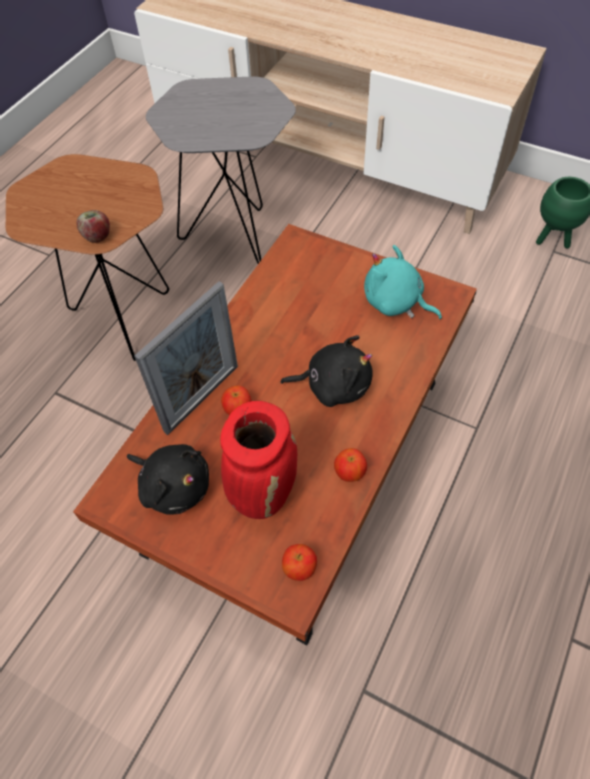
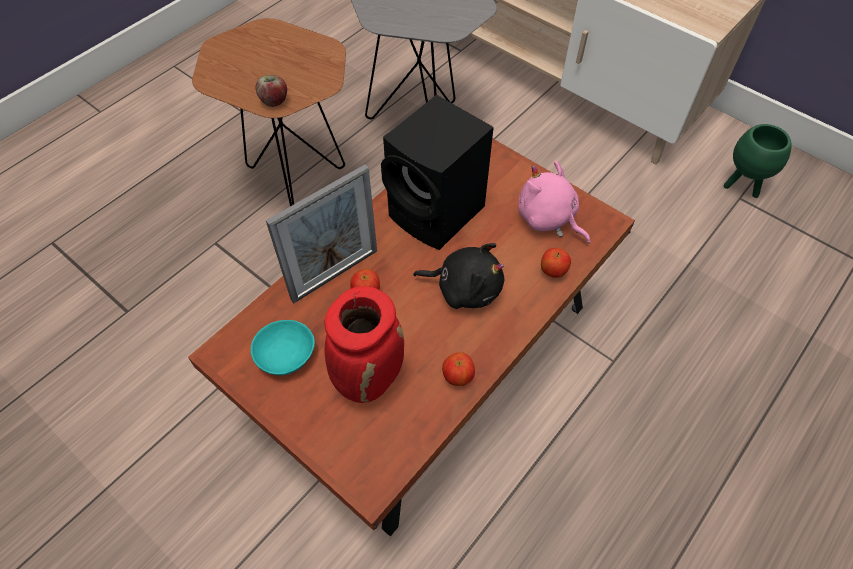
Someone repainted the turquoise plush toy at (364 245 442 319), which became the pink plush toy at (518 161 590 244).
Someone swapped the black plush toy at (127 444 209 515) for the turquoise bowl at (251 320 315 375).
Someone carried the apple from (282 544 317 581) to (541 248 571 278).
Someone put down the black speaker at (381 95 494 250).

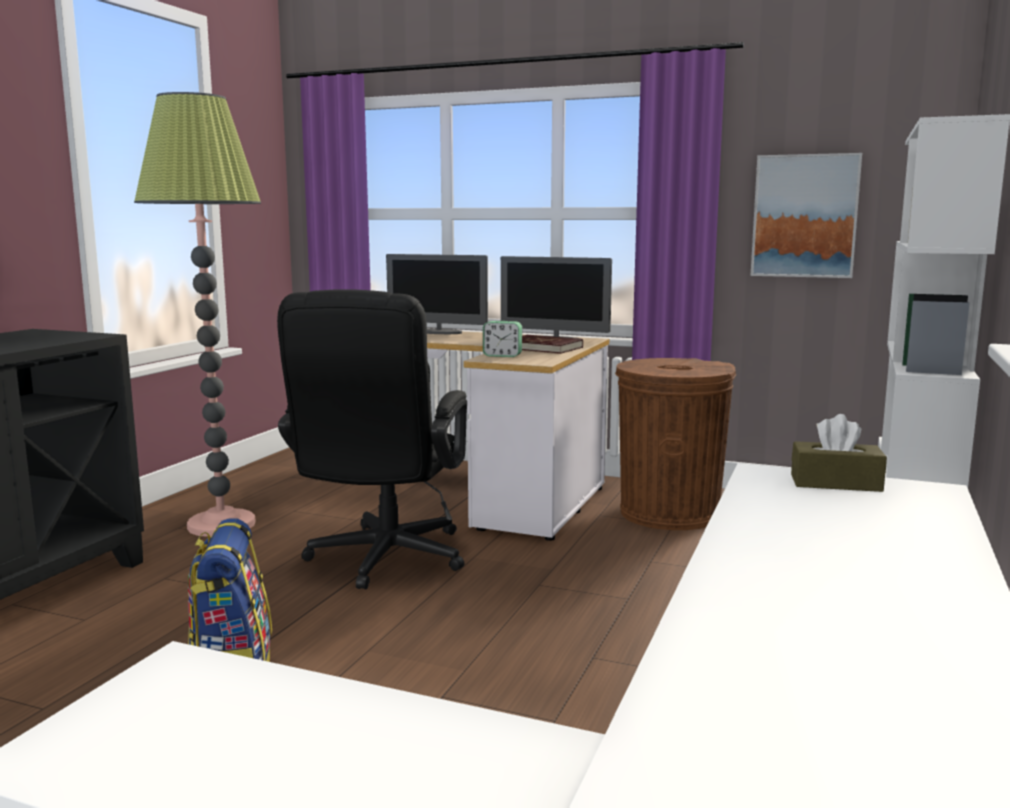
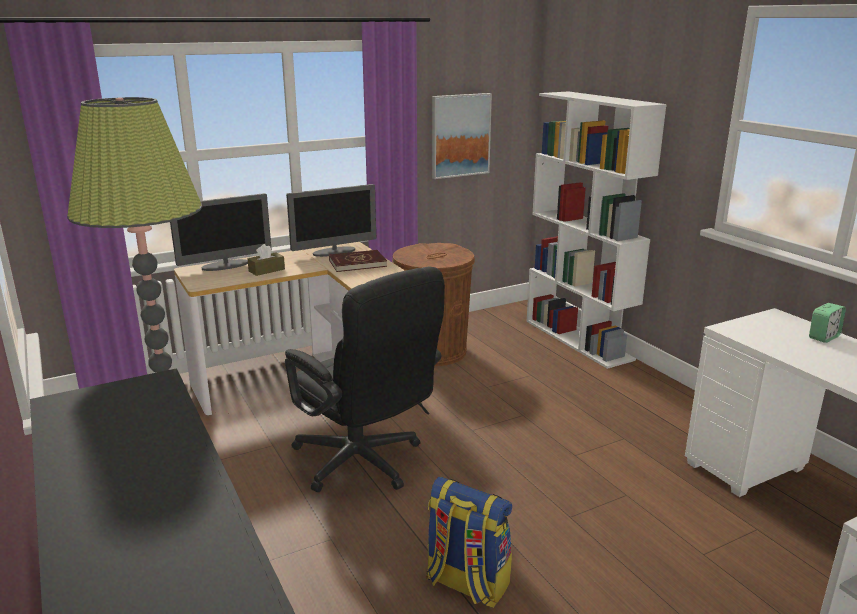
Someone carried the alarm clock from (483 321 522 357) to (809 303 846 343).
Someone carried the brown tissue box from (791 414 887 492) to (247 244 285 276).

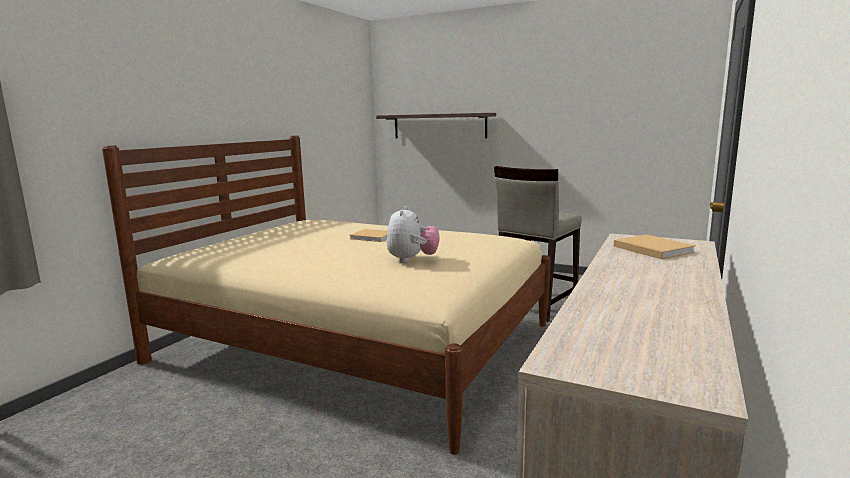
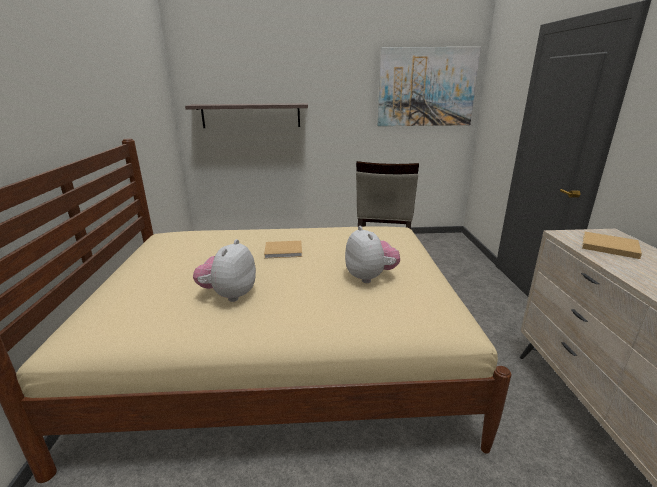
Someone put up the picture at (378 47 481 126).
Someone put down the plush toy at (193 239 256 302).

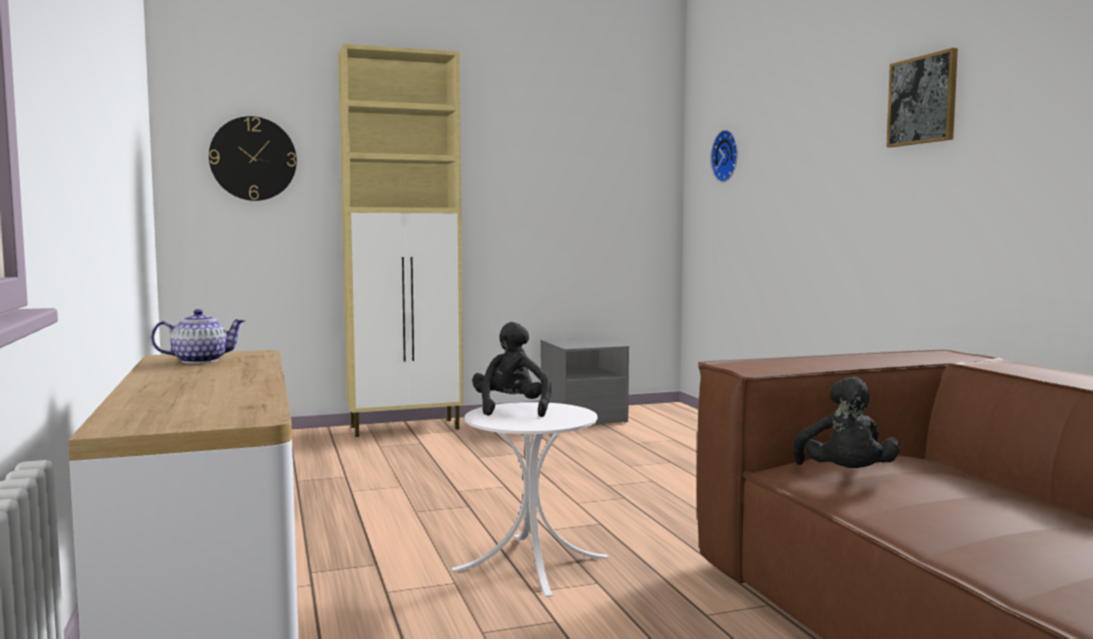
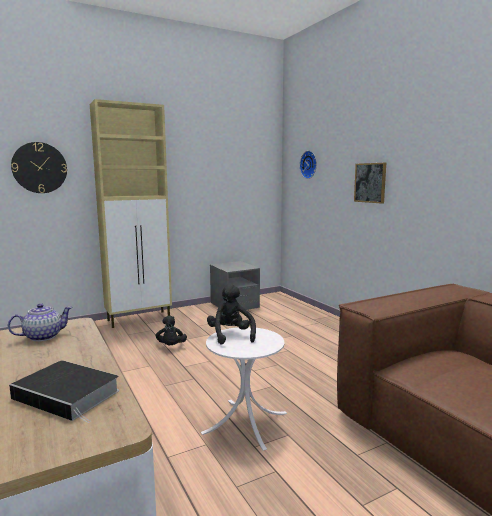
Someone carried the picture from (886 48 958 147) to (354 163 386 204).
Someone carried the black plush toy from (793 377 900 468) to (156 316 187 345).
Someone put down the book at (9 360 120 423).

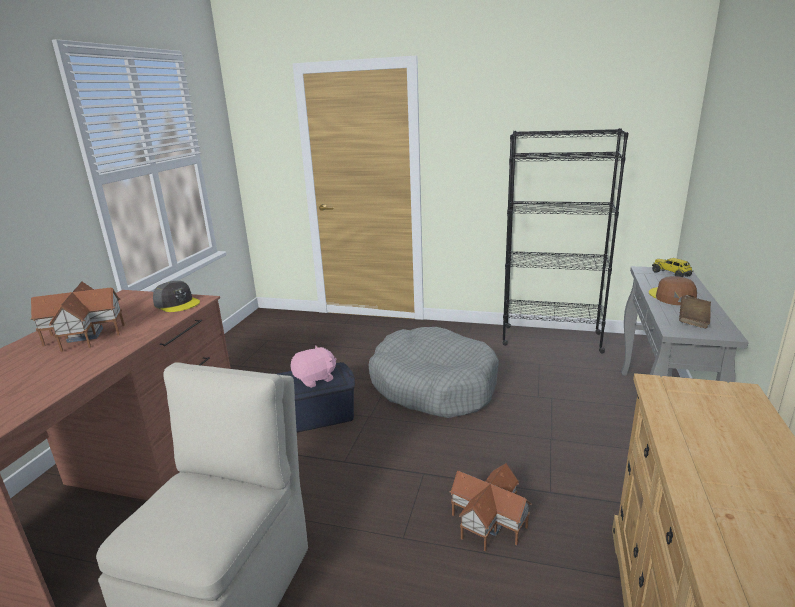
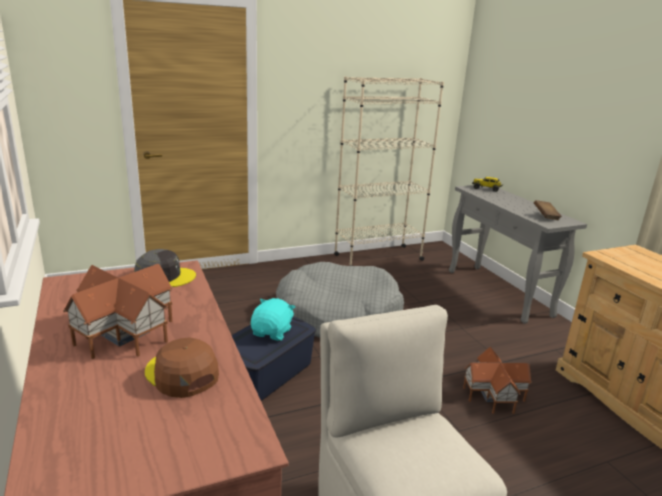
Someone repainted the black bookcase at (502 128 629 353), which became the beige bookcase at (334 76 444 266).
Someone carried the brown cap from (649 276 697 305) to (145 337 219 398).
Someone repainted the pink plush toy at (291 346 336 388), which became the turquoise plush toy at (251 298 295 341).

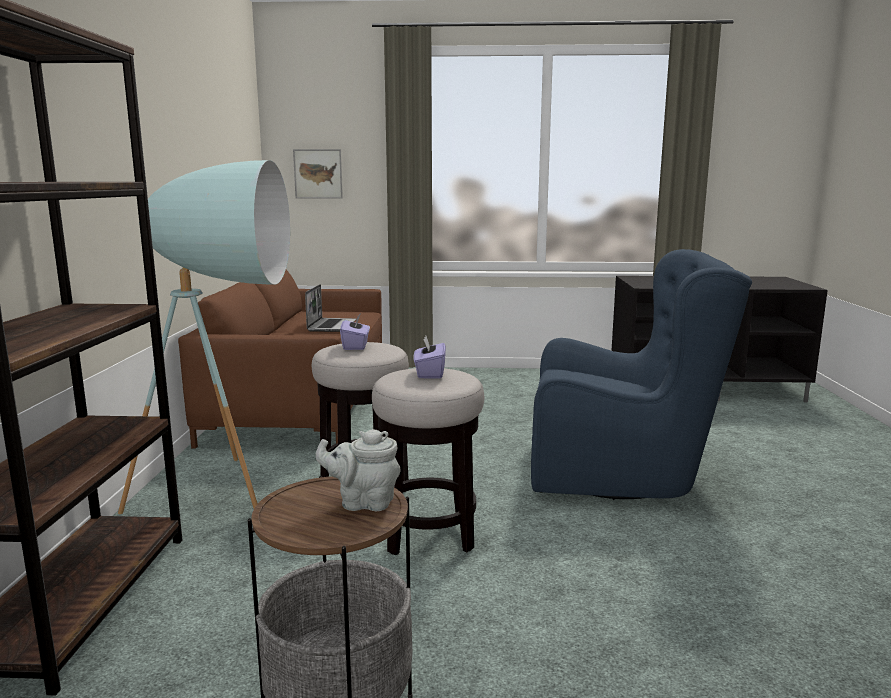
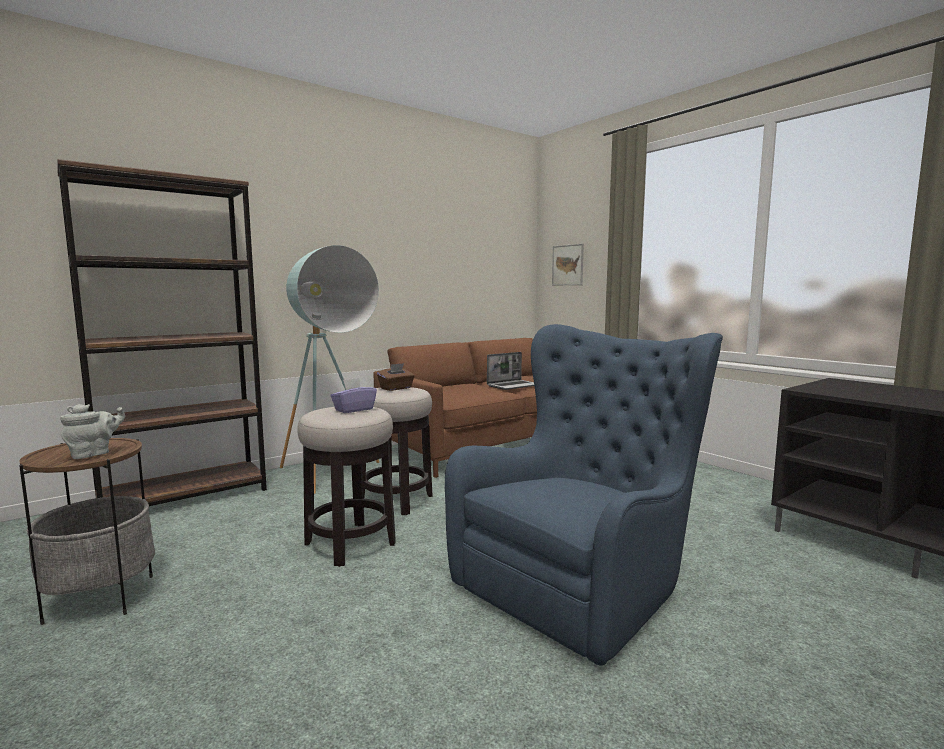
Someone rotated the blue armchair at (531 249 752 500) by 105 degrees counterclockwise.
Someone repainted the purple tissue box at (340 315 370 350), which became the brown tissue box at (377 363 415 391).
Someone rotated the grey teapot at (315 429 401 511) by 75 degrees clockwise.

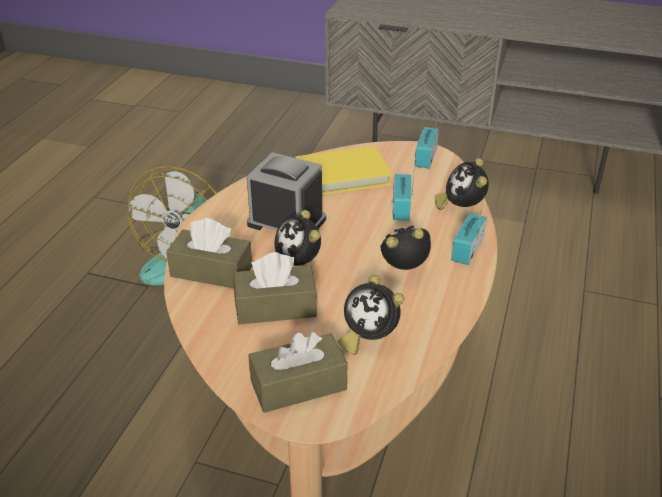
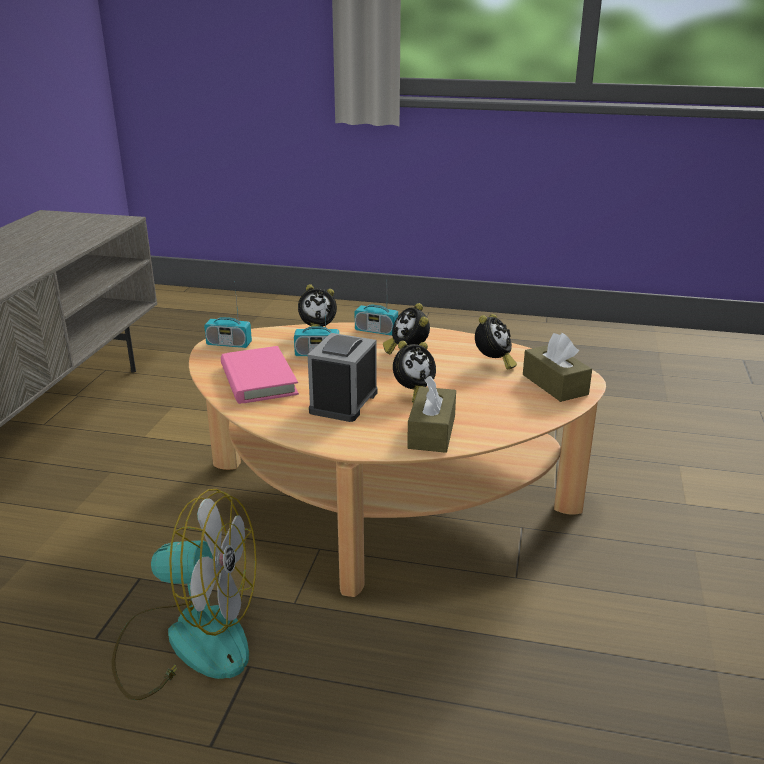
Someone repainted the yellow book at (295 146 392 195), which became the pink book at (221 346 299 404).
Someone took away the brown tissue box at (234 252 317 324).

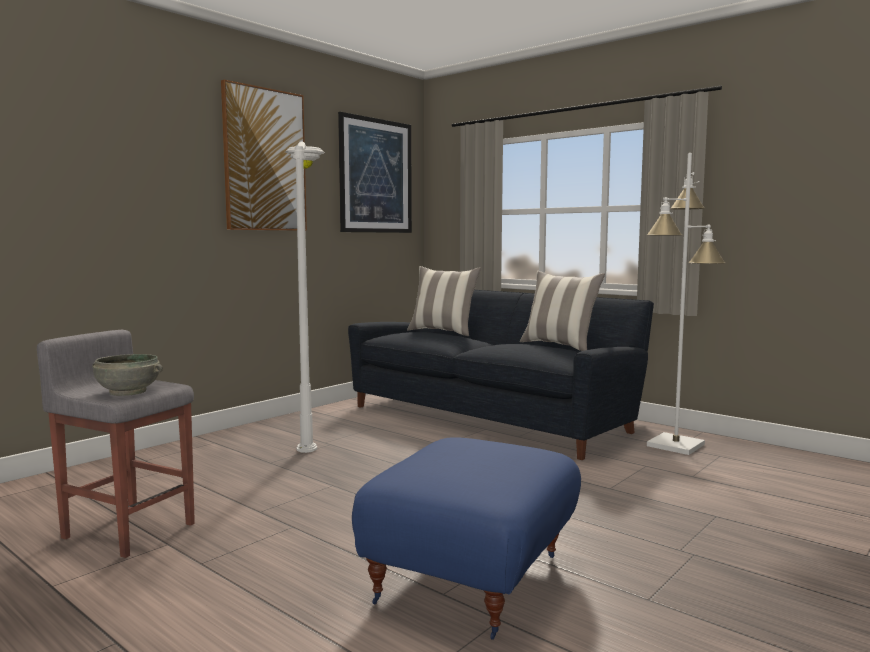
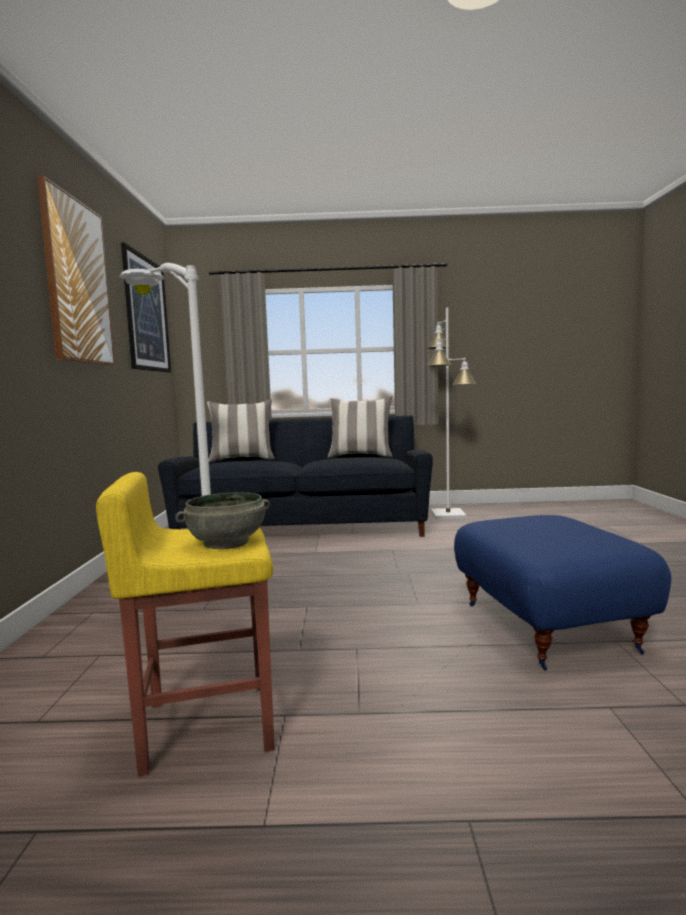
Someone repainted the grey stool at (37 330 195 558), which became the yellow stool at (96 472 275 777).

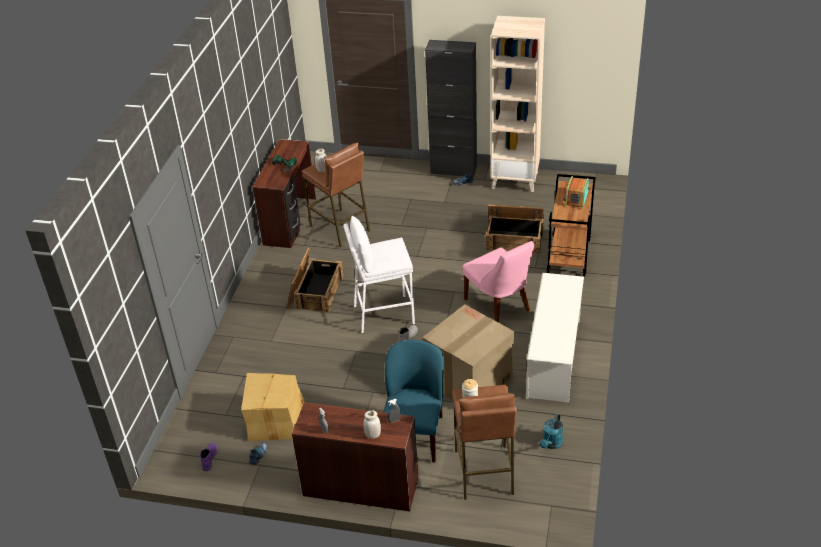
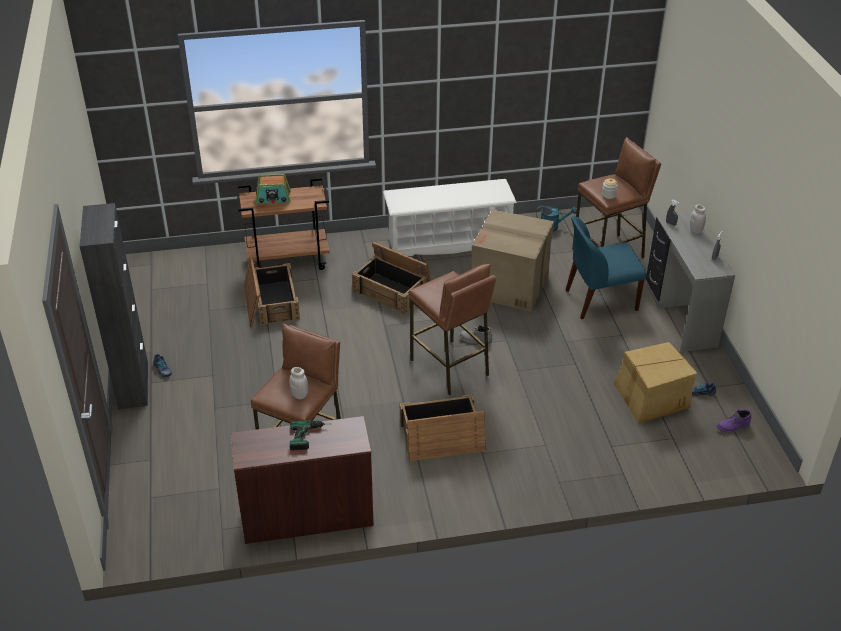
Someone took away the beige bookcase at (491 16 545 192).
Someone repainted the white stool at (343 216 415 333), which became the brown stool at (409 264 496 395).
Someone swapped the pink chair at (462 241 534 323) for the crate at (352 242 431 314).
Someone repainted the brown desk at (292 402 418 511), which became the grey desk at (646 212 735 352).

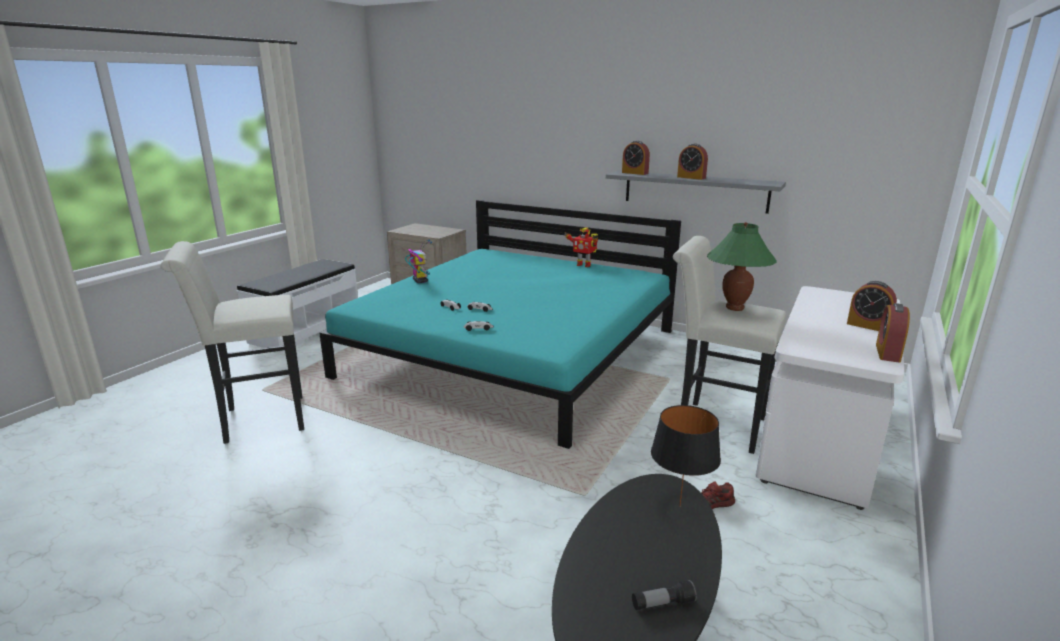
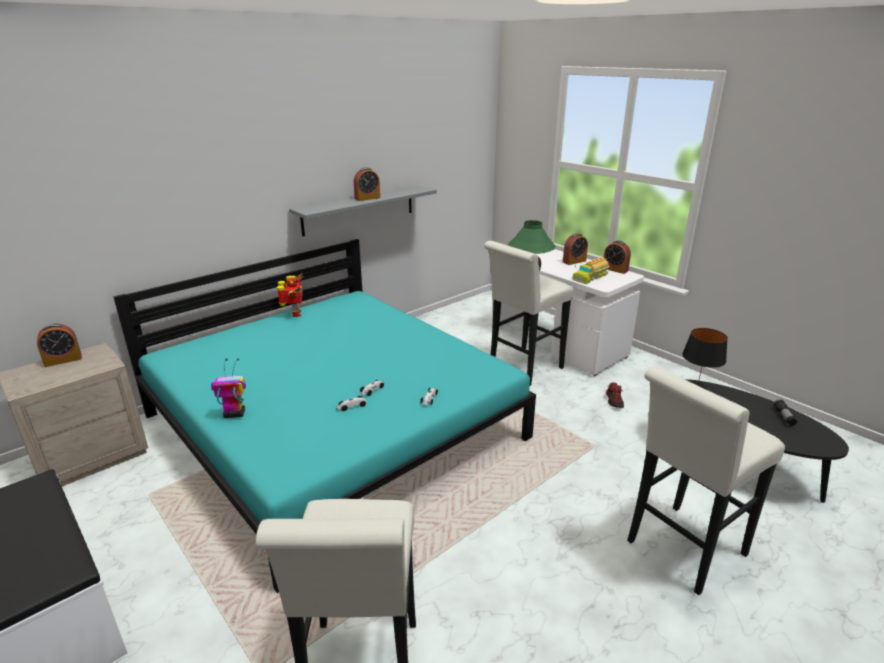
Someone carried the alarm clock from (622 141 650 175) to (37 323 82 367).
Someone rotated the toy robot at (564 227 598 267) by 60 degrees counterclockwise.
Someone put down the toy truck at (572 257 610 284).
Someone put down the white stool at (627 366 785 595).

